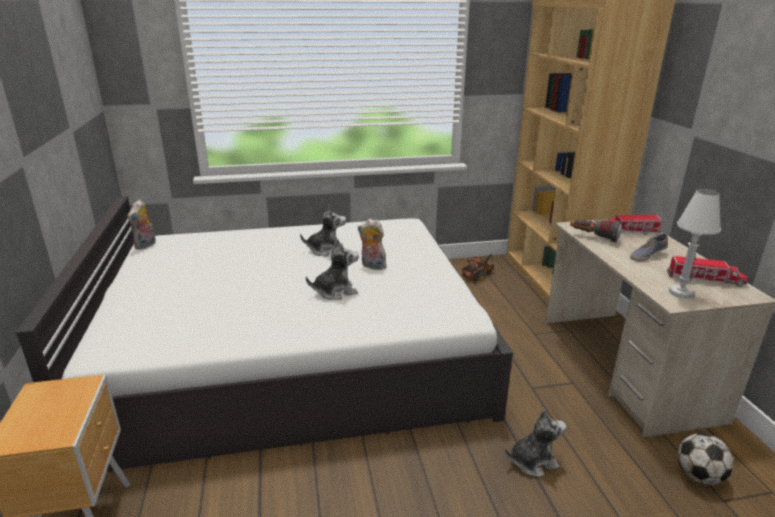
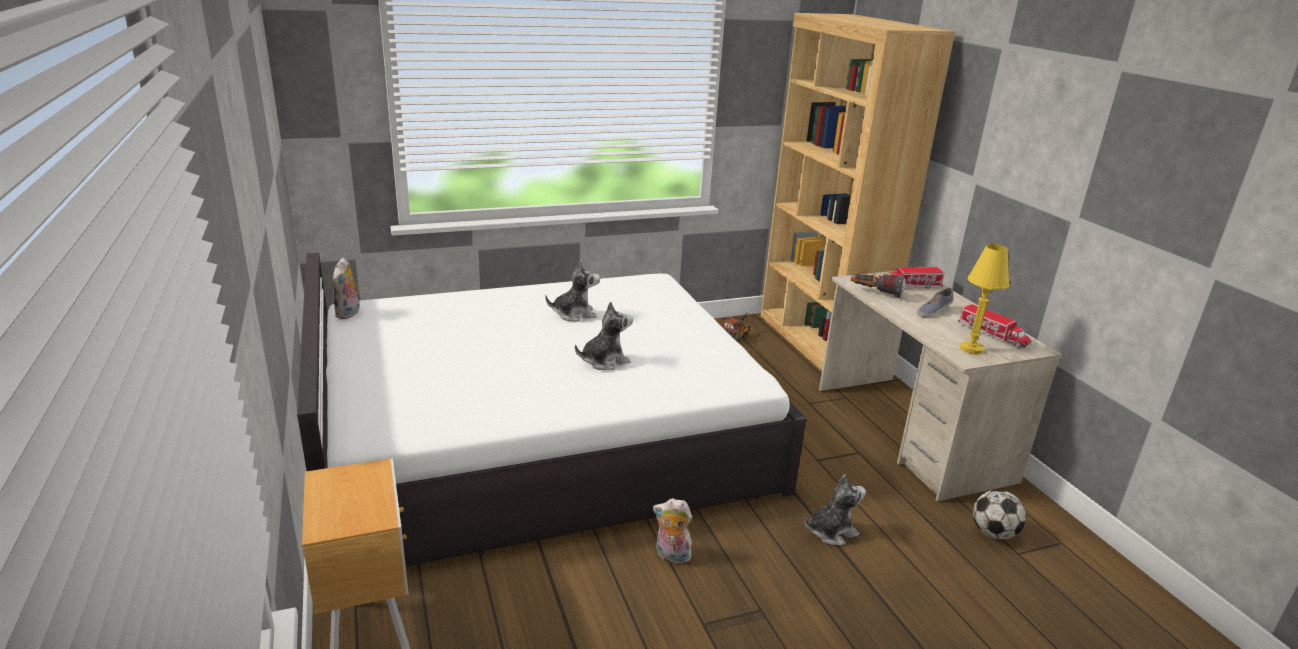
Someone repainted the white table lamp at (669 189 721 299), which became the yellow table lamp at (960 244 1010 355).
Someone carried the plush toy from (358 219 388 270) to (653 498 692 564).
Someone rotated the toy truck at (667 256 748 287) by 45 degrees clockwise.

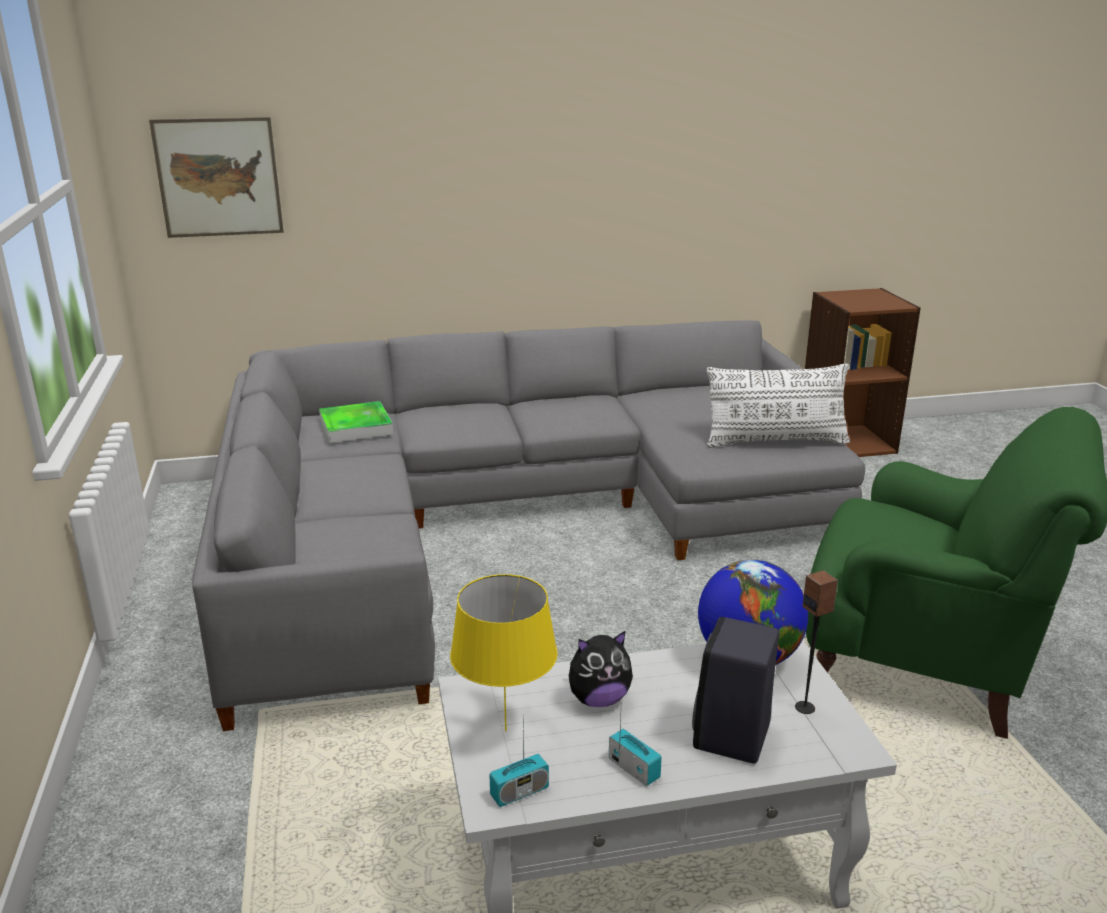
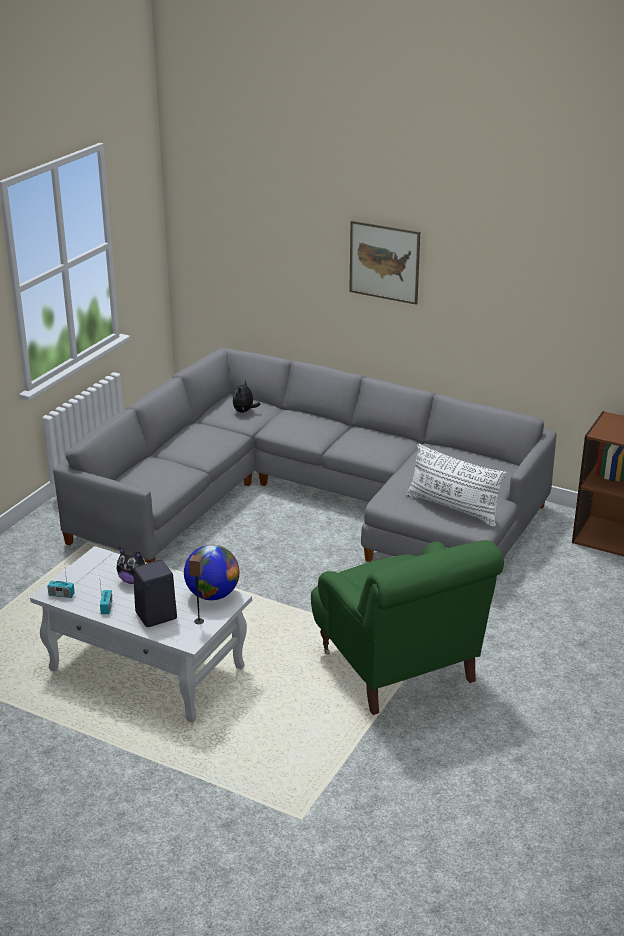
Someone carried the picture from (149 117 284 238) to (349 220 420 305).
Someone swapped the tray at (319 401 393 443) for the plush toy at (233 380 261 413).
Someone took away the yellow table lamp at (450 574 558 732).

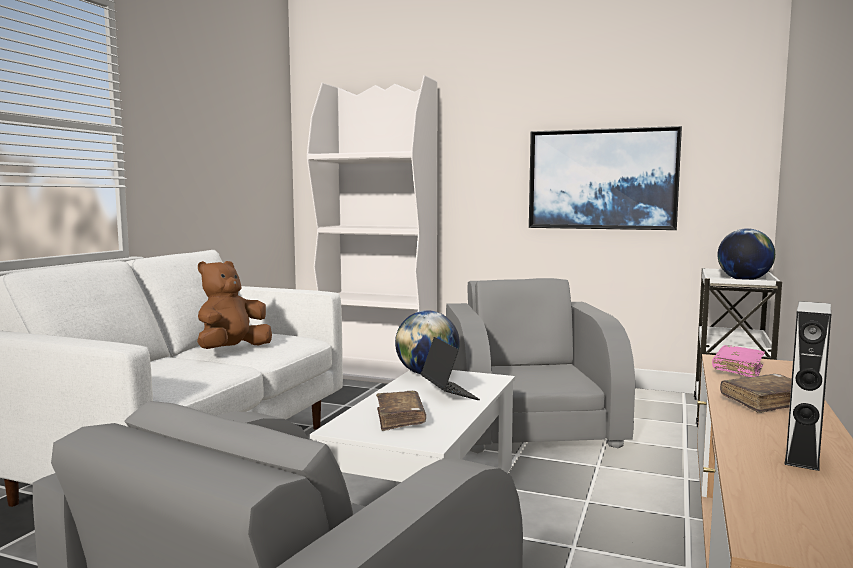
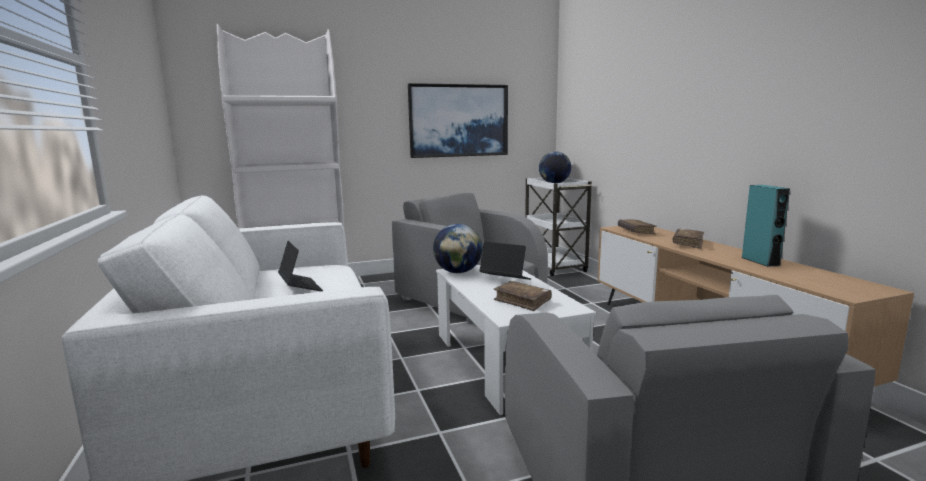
Someone swapped the brown plush toy at (197 261 272 349) for the laptop at (278 241 323 291).
Someone repainted the grey speaker at (784 301 831 471), which became the turquoise speaker at (741 185 790 267).
Someone repainted the pink book at (712 345 765 377), which became the brown book at (618 219 657 234).

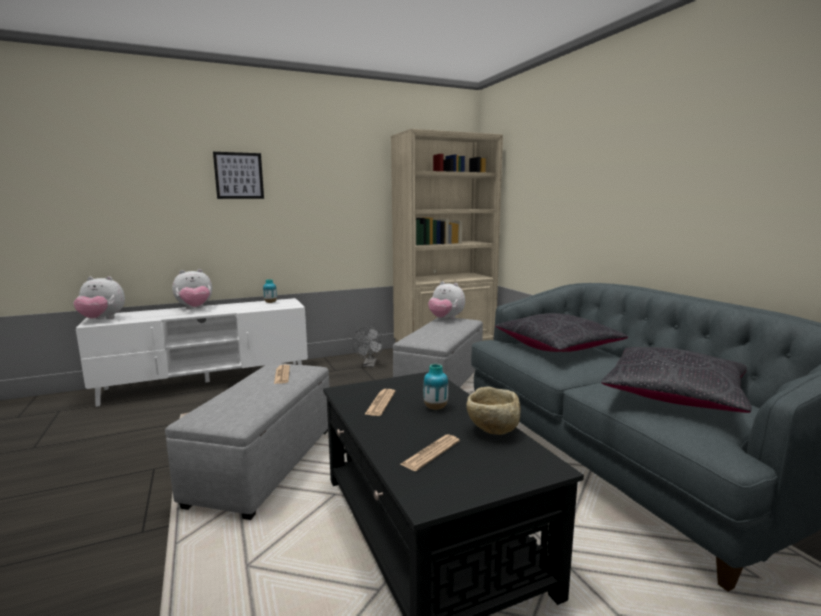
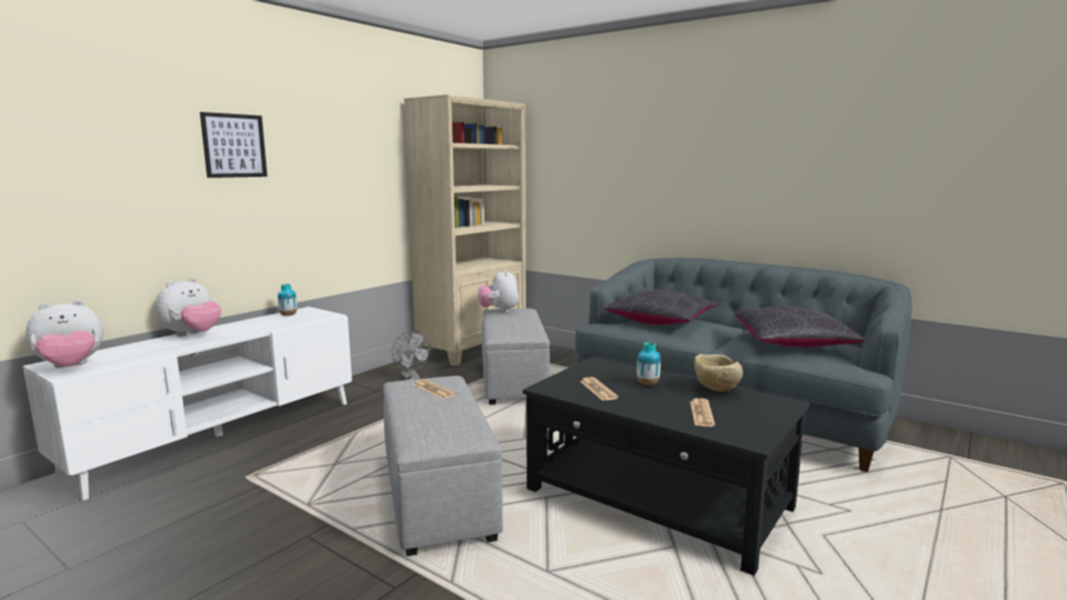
Someone rotated the plush toy at (428 282 465 319) by 75 degrees clockwise.

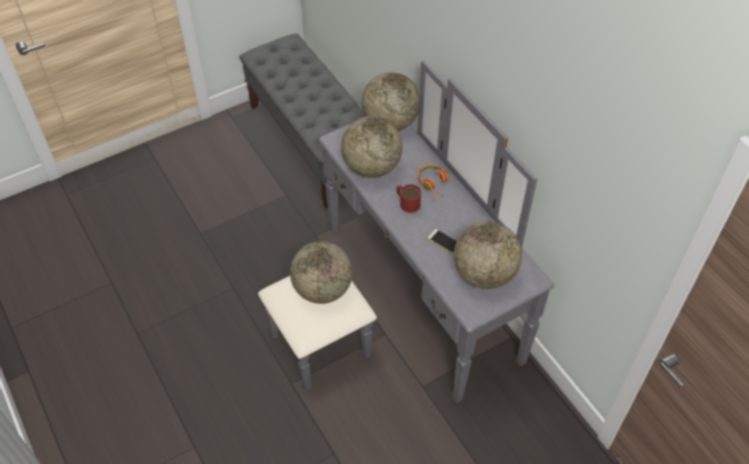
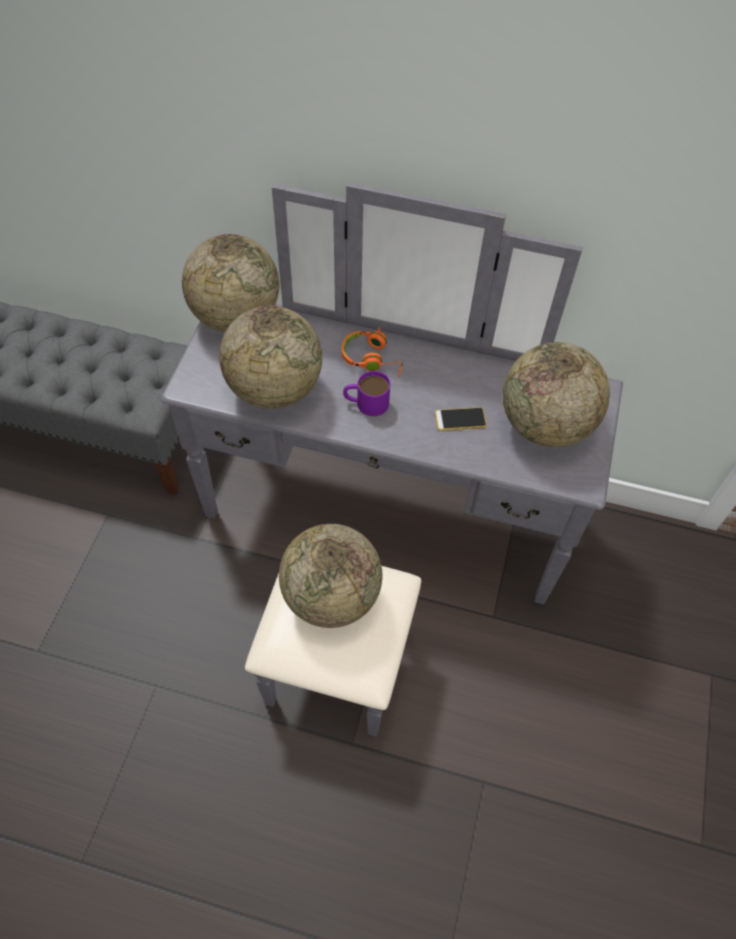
Someone repainted the red mug at (397 184 421 213), which became the purple mug at (343 371 390 416).

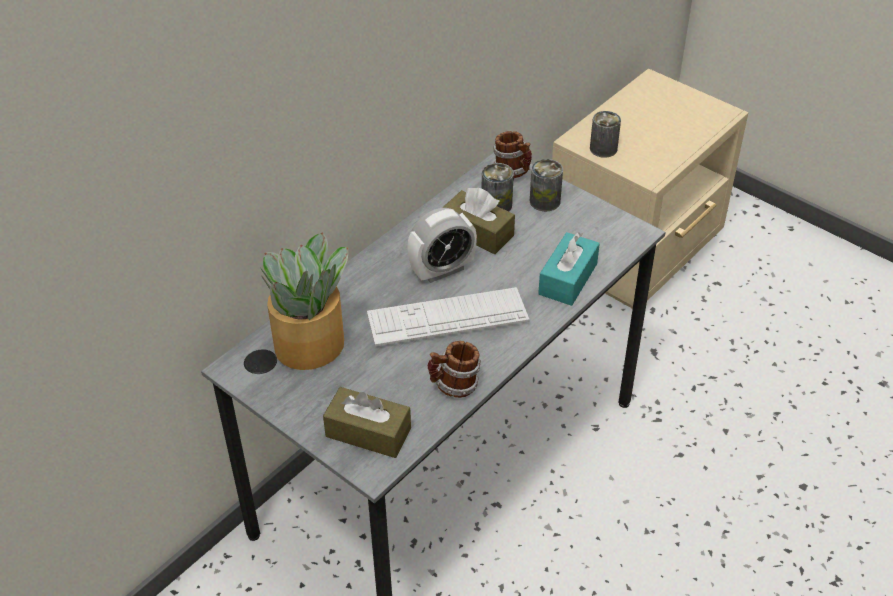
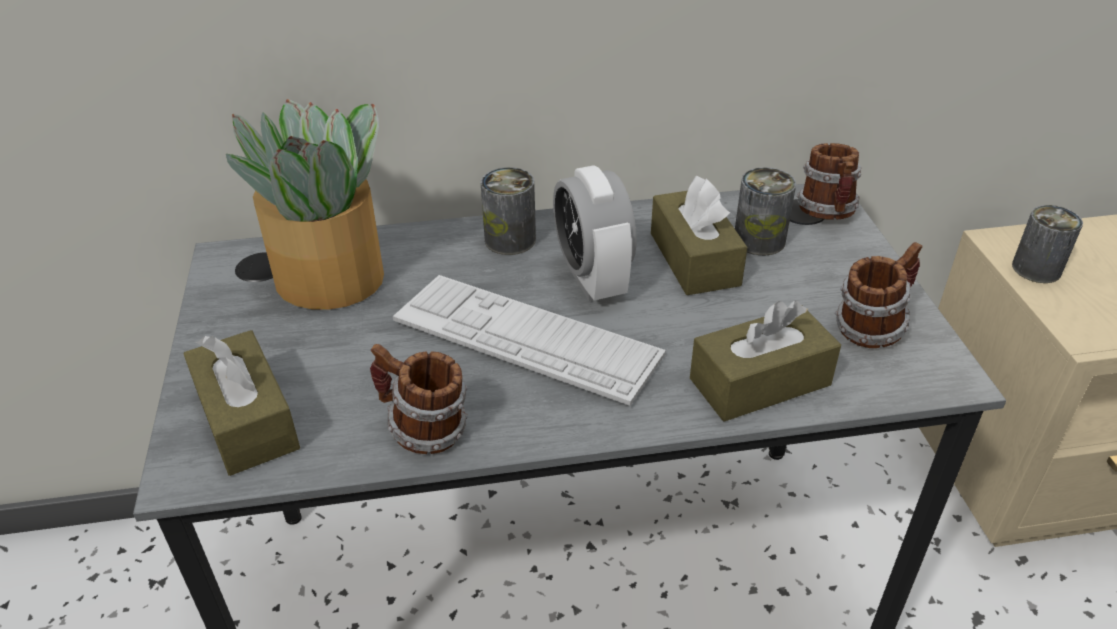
Someone carried the can from (530 159 563 211) to (481 167 536 255).
Someone rotated the alarm clock at (407 208 477 283) by 60 degrees clockwise.
Someone repainted the turquoise tissue box at (538 232 600 306), which became the brown tissue box at (690 301 841 421).
Someone put down the mug at (835 242 923 348).

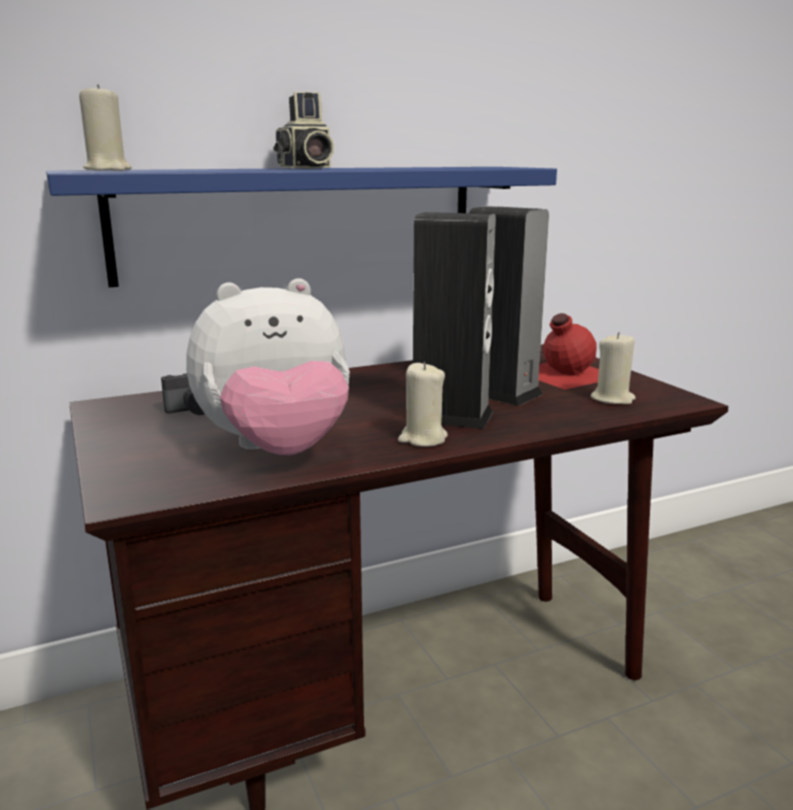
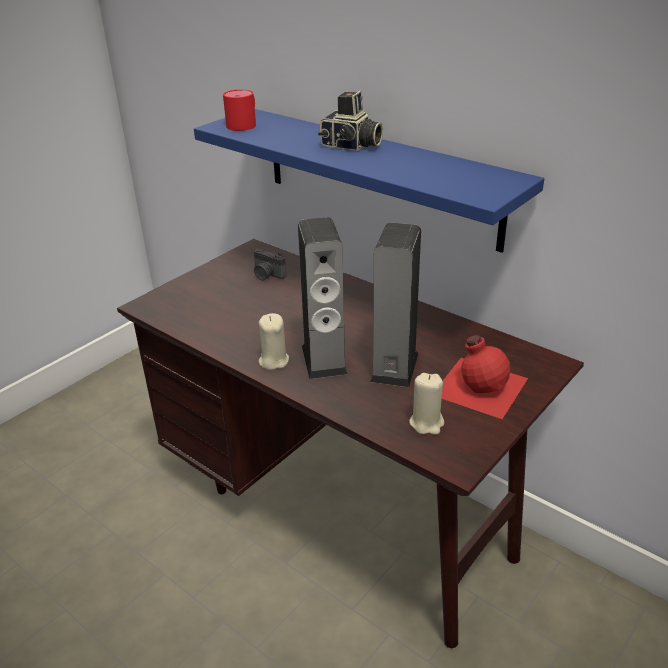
Someone swapped the beige candle at (79 84 132 171) for the red mug at (223 89 256 131).
Someone rotated the photo camera at (273 92 334 169) by 105 degrees counterclockwise.
Someone took away the plush toy at (186 278 350 455).

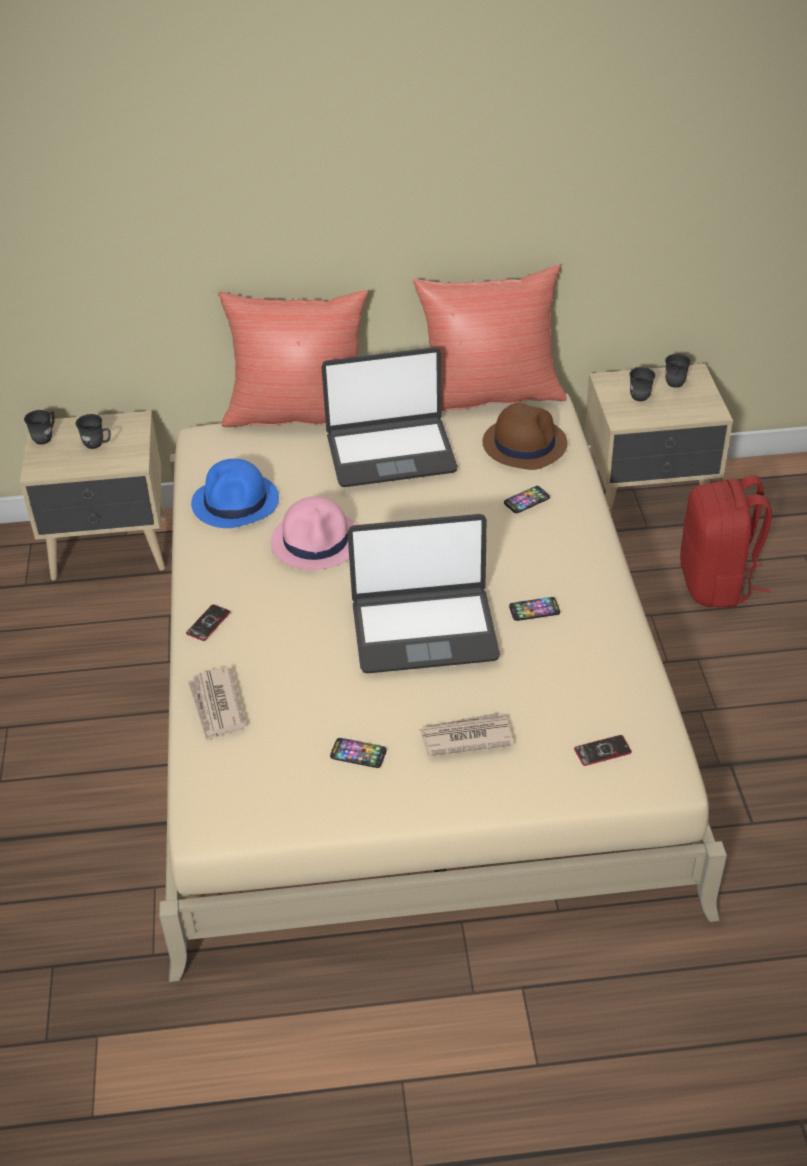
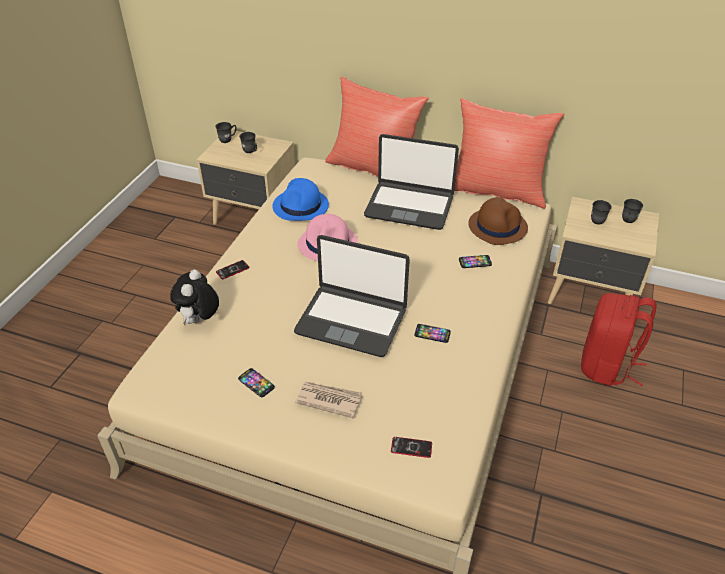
Someone swapped the newspaper at (188 667 246 741) for the plush toy at (170 270 219 325).

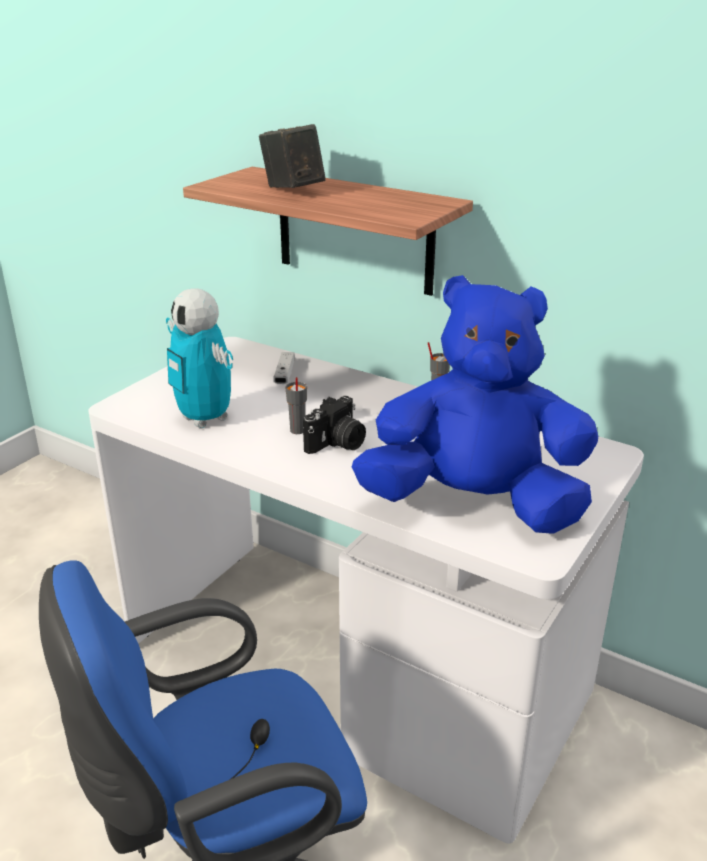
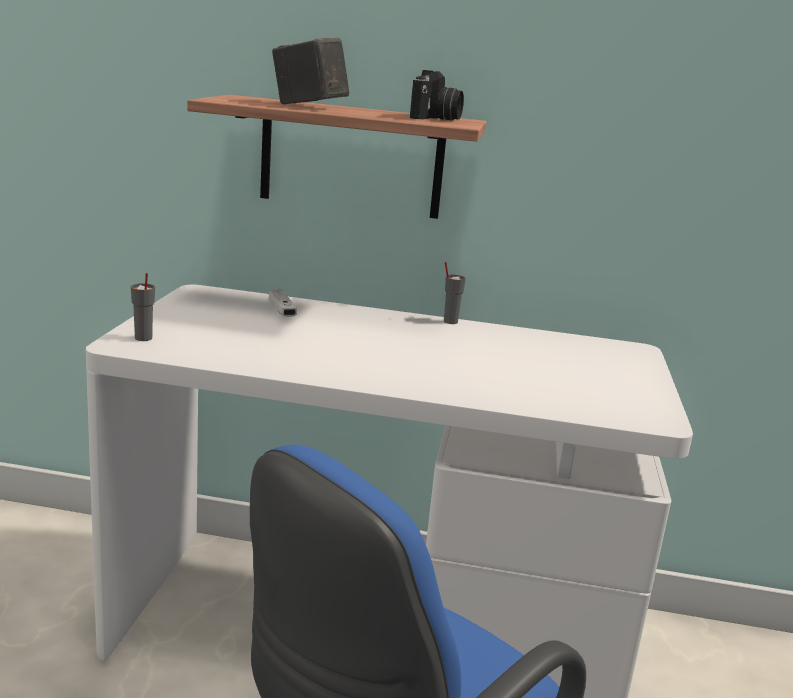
Someone took away the blue plush toy at (352 275 598 534).
Someone took away the toy robot at (166 288 233 429).
Someone carried the grey cup from (285 377 307 434) to (131 273 155 341).
Someone carried the photo camera from (303 396 366 454) to (410 70 464 120).

